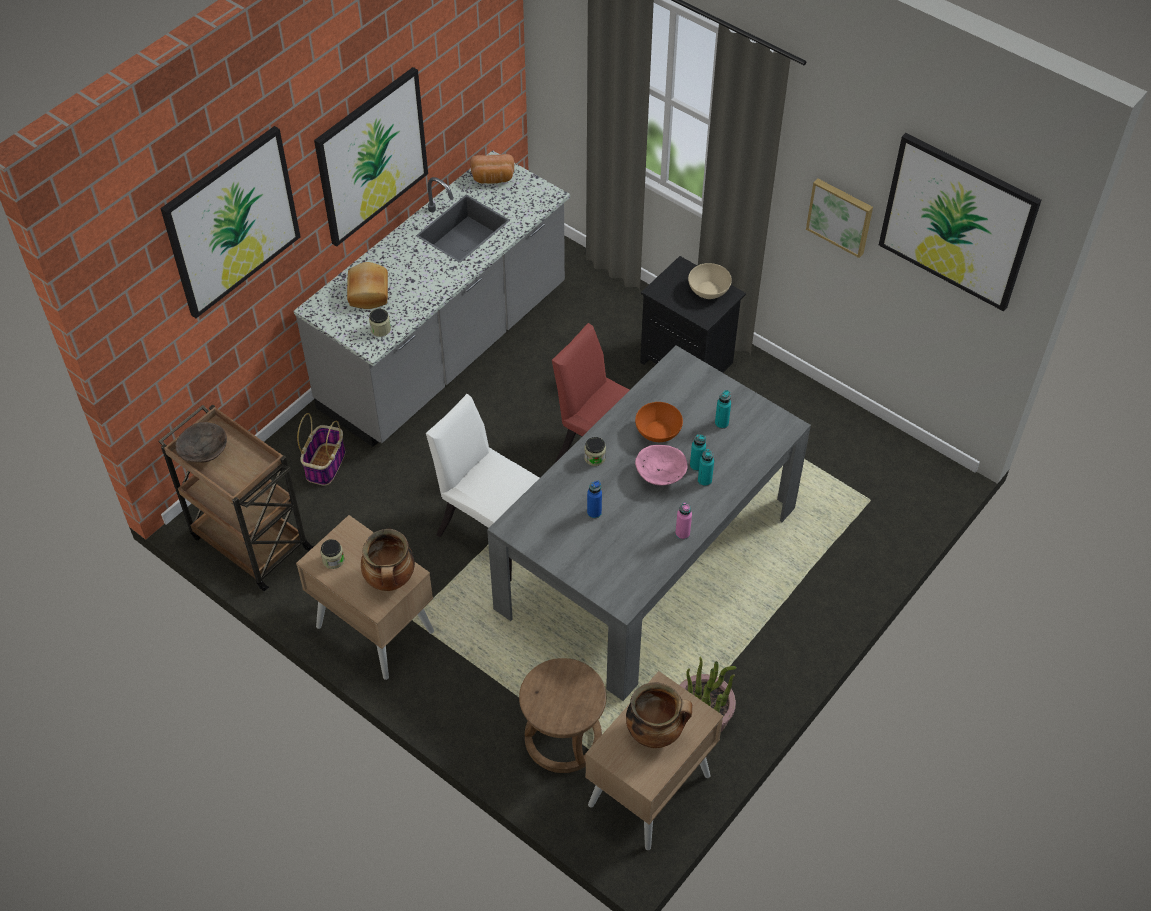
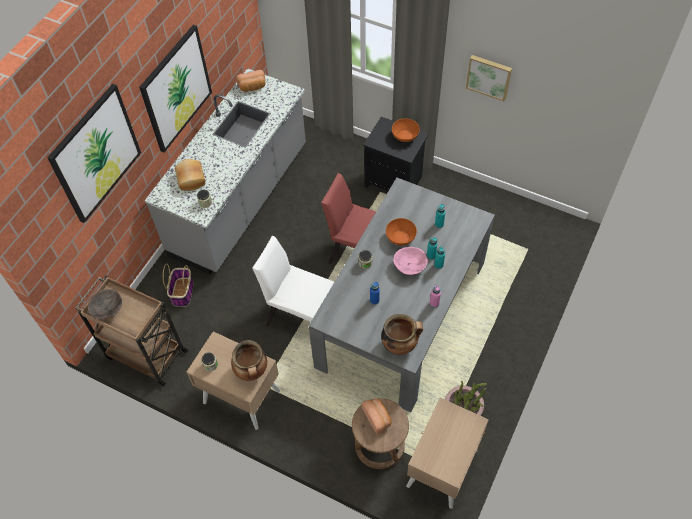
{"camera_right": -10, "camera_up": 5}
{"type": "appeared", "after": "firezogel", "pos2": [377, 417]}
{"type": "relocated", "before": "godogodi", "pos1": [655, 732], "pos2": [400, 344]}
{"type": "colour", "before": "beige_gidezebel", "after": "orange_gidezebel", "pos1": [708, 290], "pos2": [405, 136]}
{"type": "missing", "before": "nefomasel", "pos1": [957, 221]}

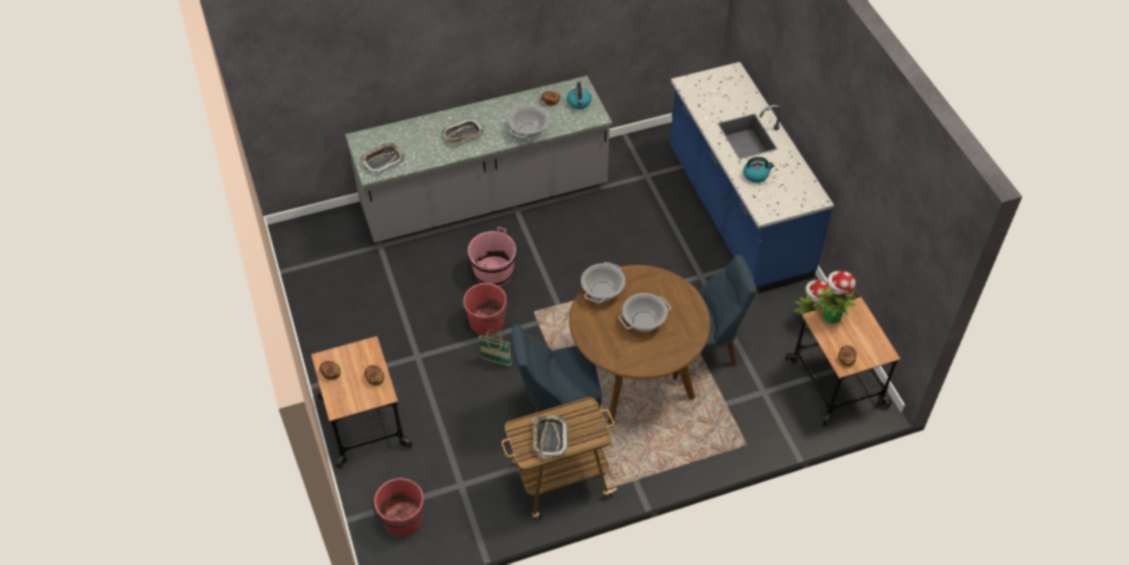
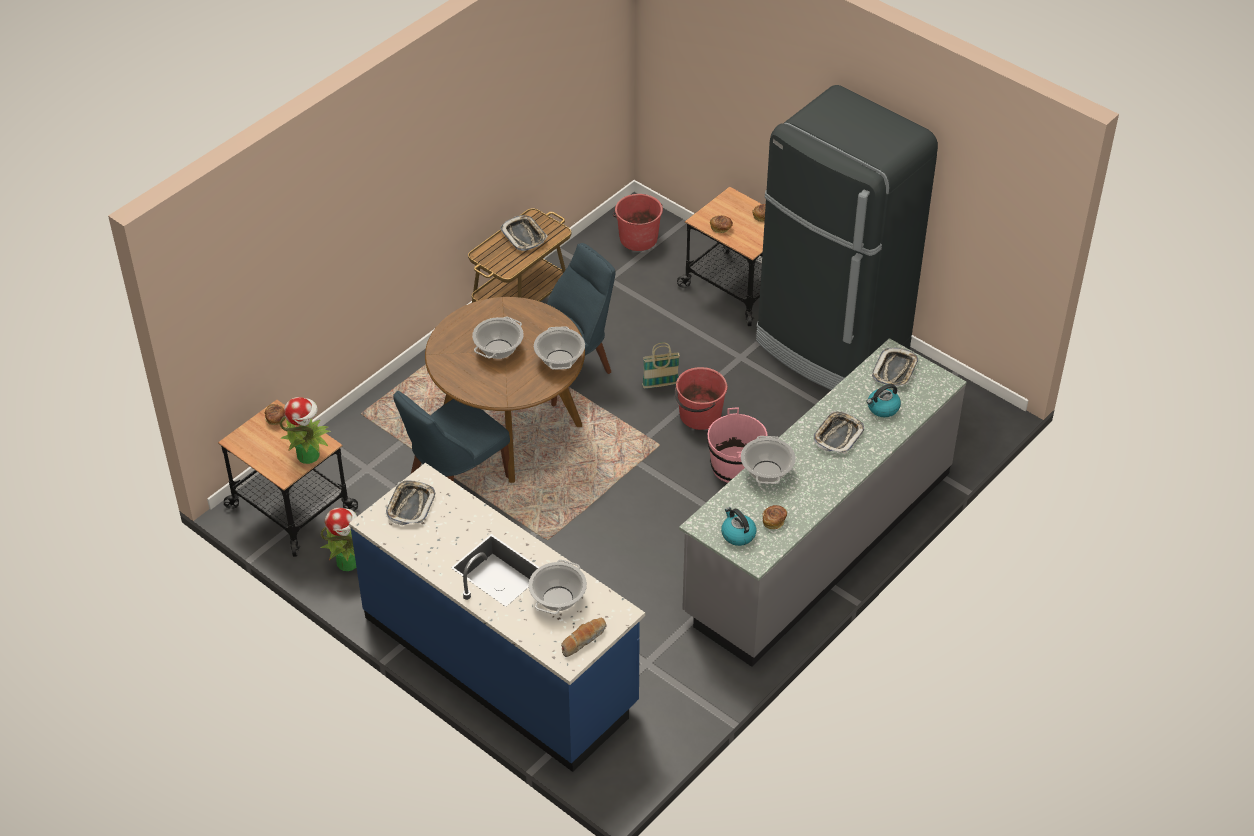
{"camera_right": 150, "camera_up": -5}
{"type": "appeared", "after": "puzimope", "pos2": [410, 505]}
{"type": "appeared", "after": "godogodi", "pos2": [558, 598]}
{"type": "appeared", "after": "firezogel", "pos2": [583, 640]}
{"type": "appeared", "after": "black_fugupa", "pos2": [831, 347]}
{"type": "relocated", "before": "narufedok", "pos1": [756, 175], "pos2": [882, 408]}

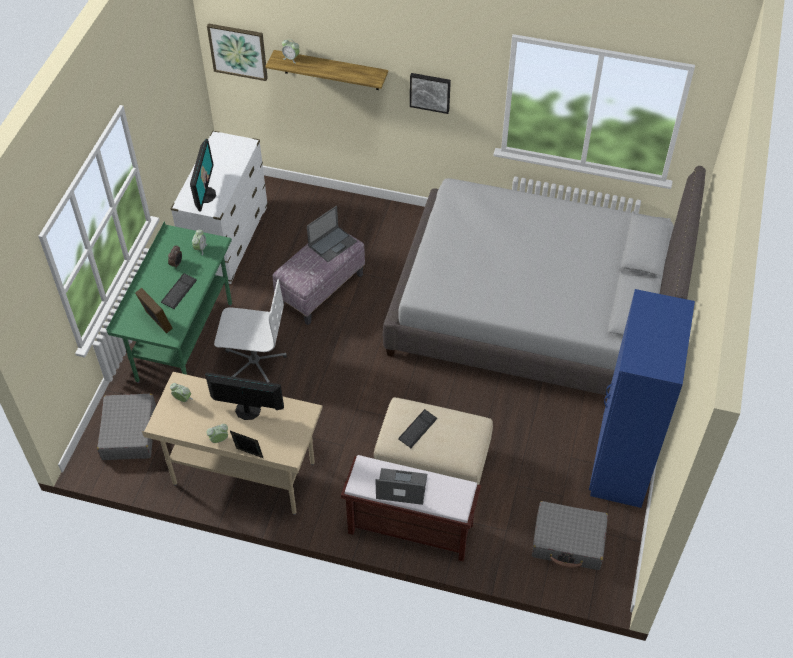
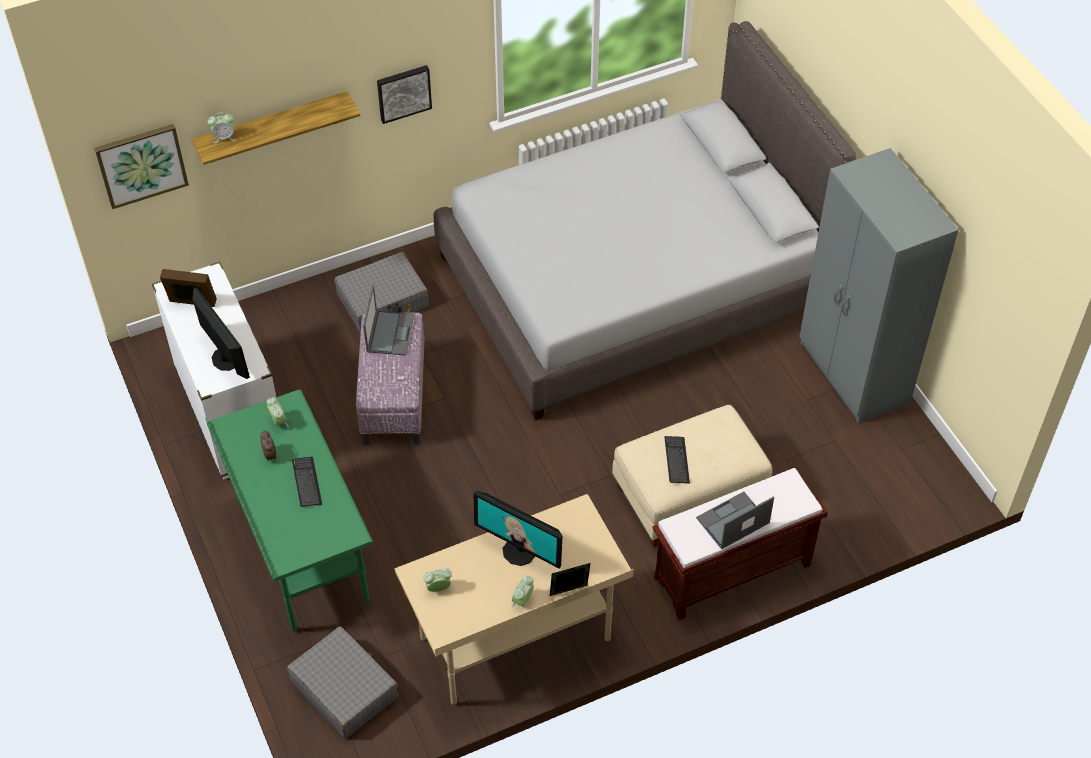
{"camera_right": -40, "camera_up": 0}
{"type": "relocated", "before": "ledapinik", "pos1": [157, 322], "pos2": [192, 303]}
{"type": "relocated", "before": "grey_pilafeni", "pos1": [568, 541], "pos2": [383, 301]}
{"type": "spun", "before": "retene", "pos1": [247, 411], "pos2": [519, 551], "turn": -120}
{"type": "colour", "before": "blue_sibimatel", "after": "grey_sibimatel", "pos1": [620, 463], "pos2": [853, 374]}
{"type": "missing", "before": "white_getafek", "pos1": [254, 361]}

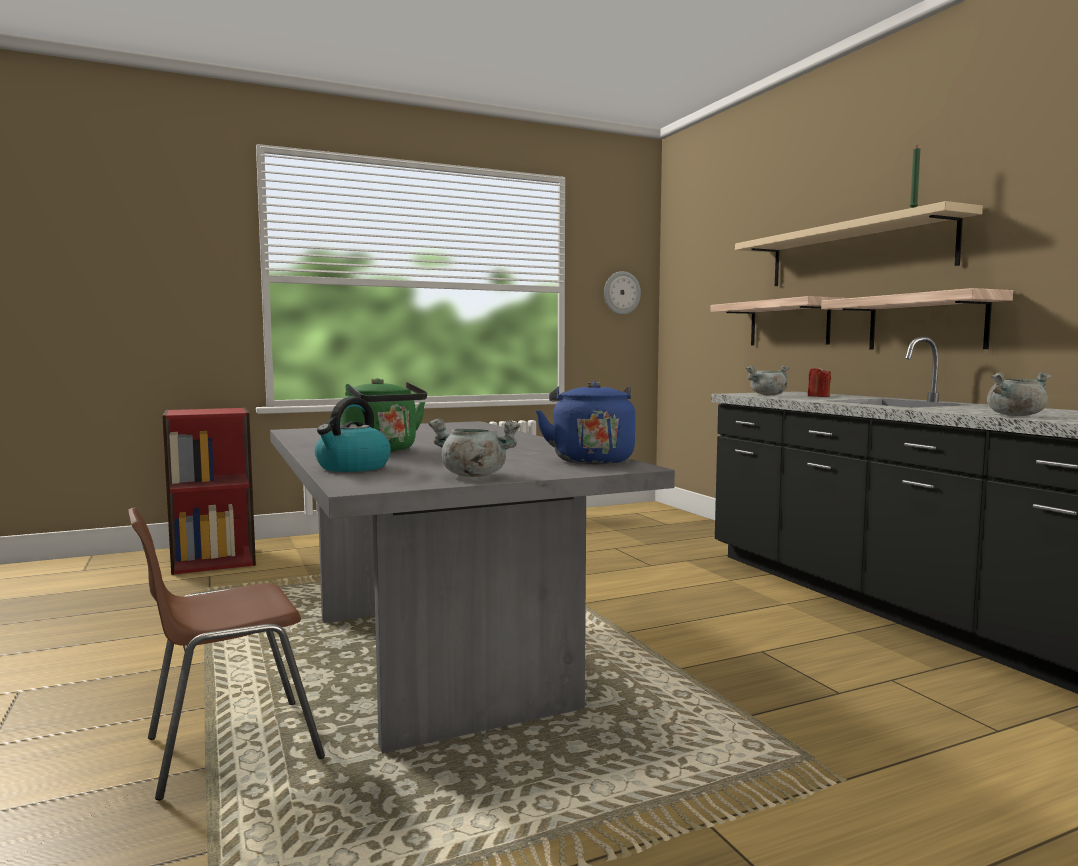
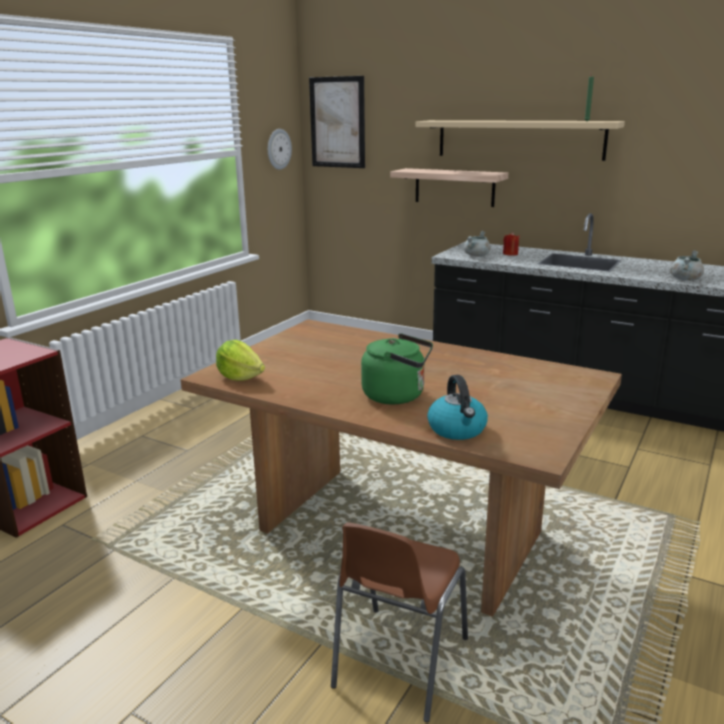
{"camera_right": -35, "camera_up": 15}
{"type": "colour", "before": "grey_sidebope", "after": "brown_sidebope", "pos1": [432, 658], "pos2": [397, 532]}
{"type": "appeared", "after": "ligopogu", "pos2": [240, 377]}
{"type": "appeared", "after": "nefomasel", "pos2": [337, 122]}
{"type": "missing", "before": "grey_godogodi", "pos1": [473, 475]}
{"type": "missing", "before": "blue_narufedok", "pos1": [590, 460]}
{"type": "missing", "before": "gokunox", "pos1": [926, 323]}

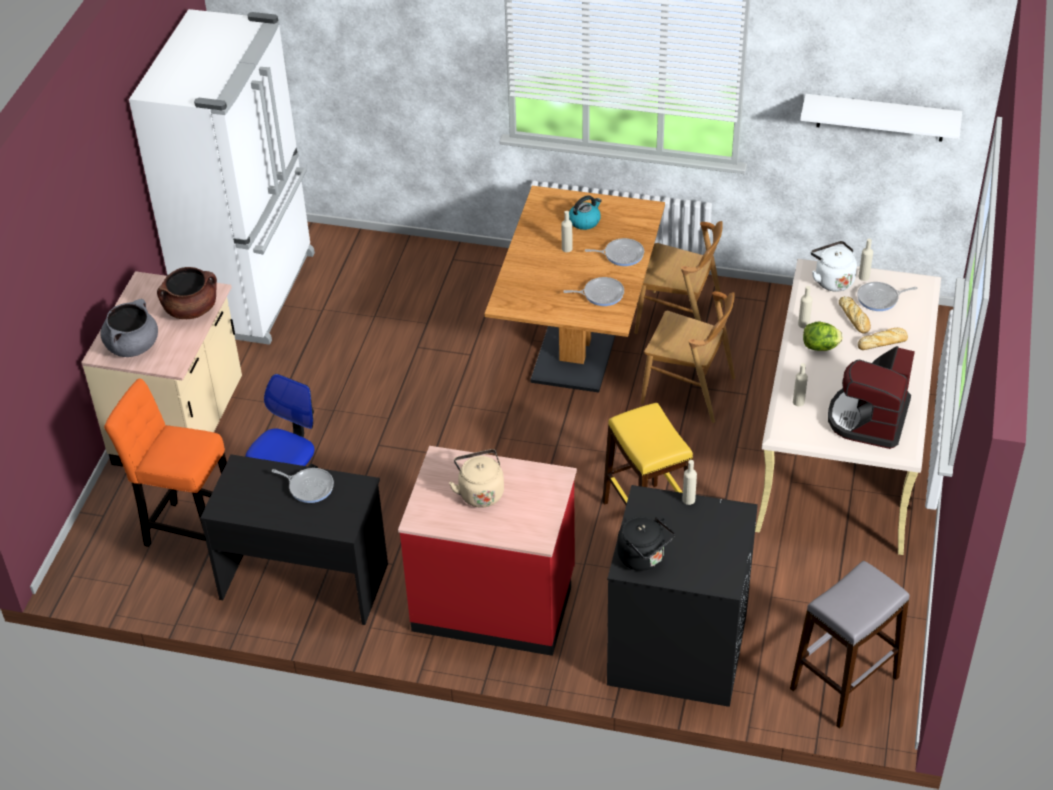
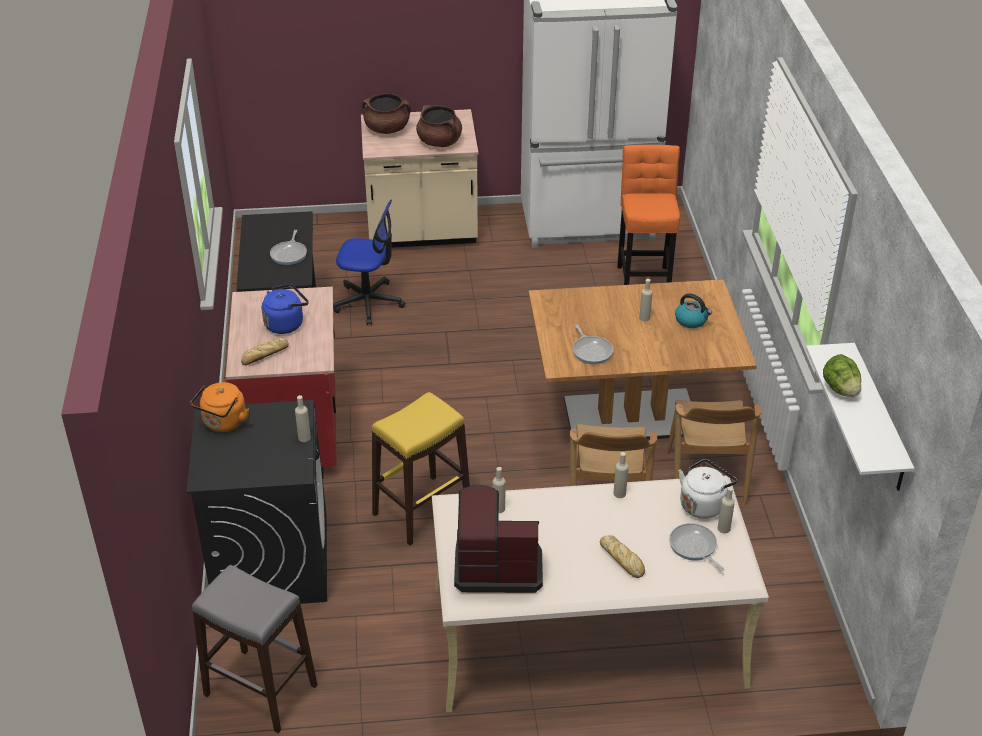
{"camera_right": 70, "camera_up": -5}
{"type": "colour", "before": "black_narufedok", "after": "orange_narufedok", "pos1": [643, 558], "pos2": [223, 423]}
{"type": "relocated", "before": "firezogel", "pos1": [854, 318], "pos2": [264, 355]}
{"type": "colour", "before": "beige_narufedok", "after": "blue_narufedok", "pos1": [480, 492], "pos2": [286, 323]}
{"type": "colour", "before": "grey_godogodi", "after": "brown_godogodi", "pos1": [133, 346], "pos2": [387, 129]}
{"type": "relocated", "before": "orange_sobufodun", "pos1": [188, 531], "pos2": [644, 282]}
{"type": "relocated", "before": "ligopogu", "pos1": [820, 347], "pos2": [840, 389]}
{"type": "missing", "before": "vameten", "pos1": [621, 254]}

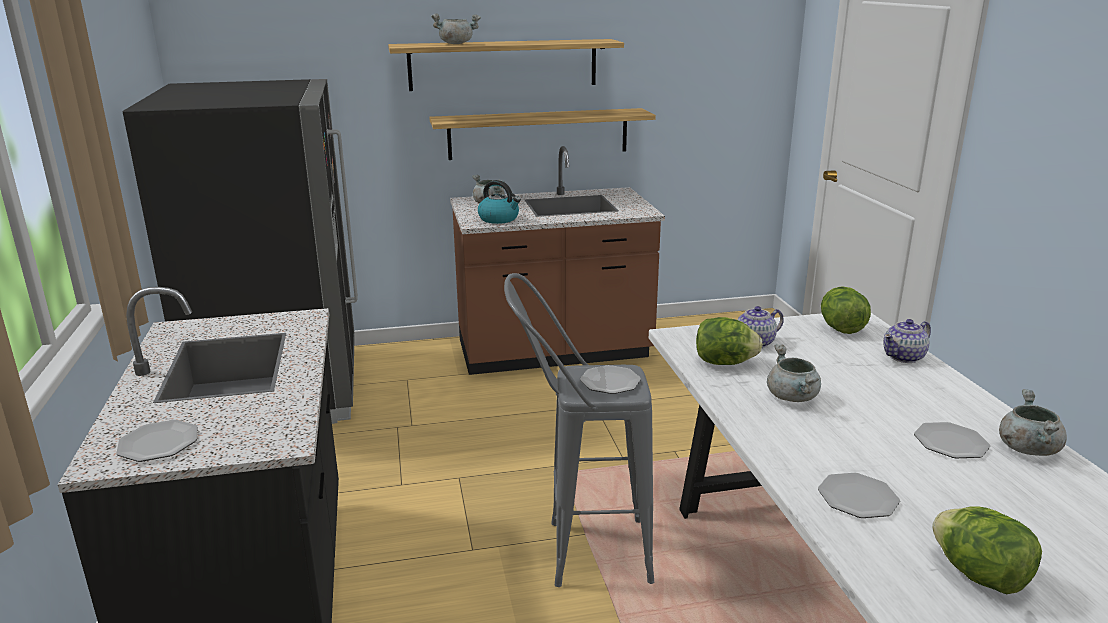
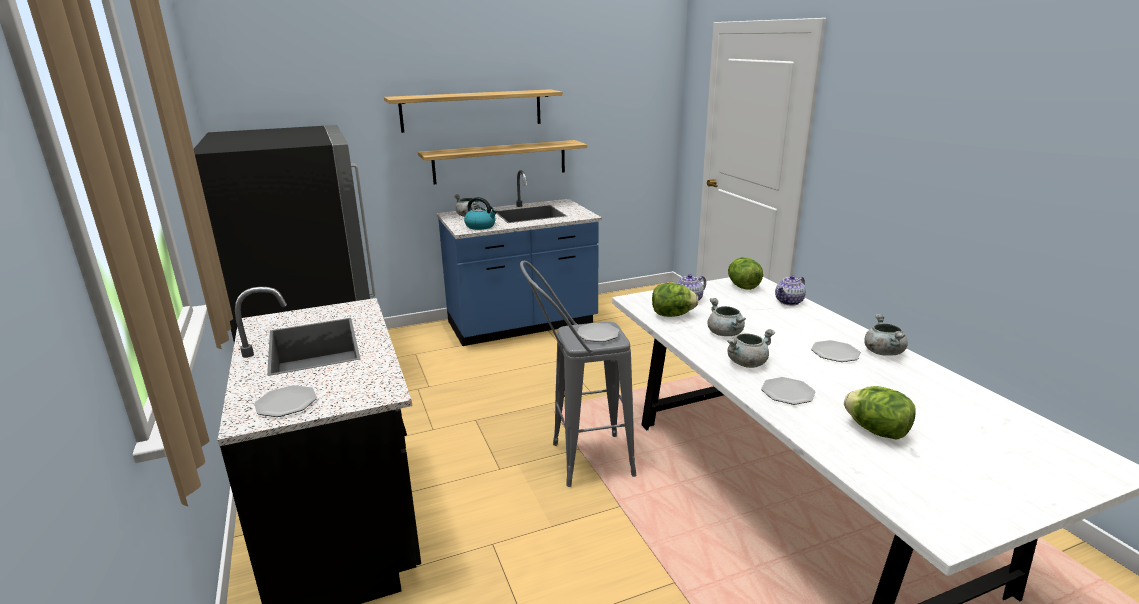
{"camera_right": -10, "camera_up": 0}
{"type": "colour", "before": "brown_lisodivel", "after": "blue_lisodivel", "pos1": [554, 352], "pos2": [522, 324]}
{"type": "relocated", "before": "grey_godogodi", "pos1": [456, 44], "pos2": [747, 363]}

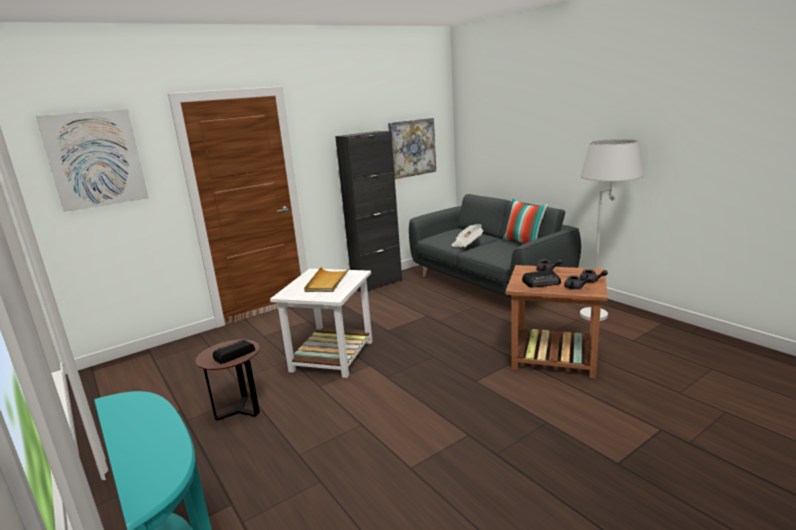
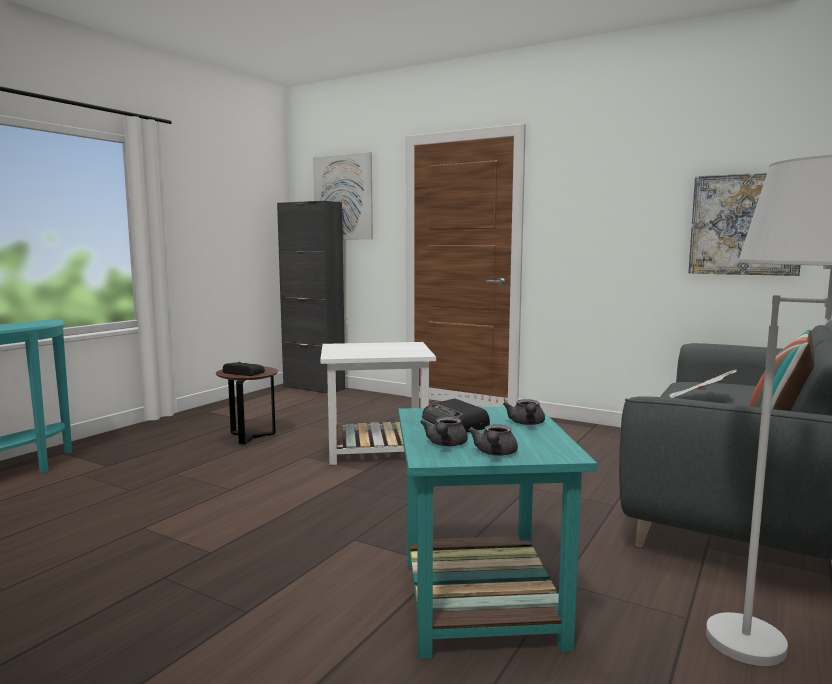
{"camera_right": 65, "camera_up": -10}
{"type": "relocated", "before": "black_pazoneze", "pos1": [377, 284], "pos2": [314, 388]}
{"type": "colour", "before": "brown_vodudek", "after": "turquoise_vodudek", "pos1": [555, 357], "pos2": [481, 603]}
{"type": "missing", "before": "beige_puzimope", "pos1": [327, 281]}

